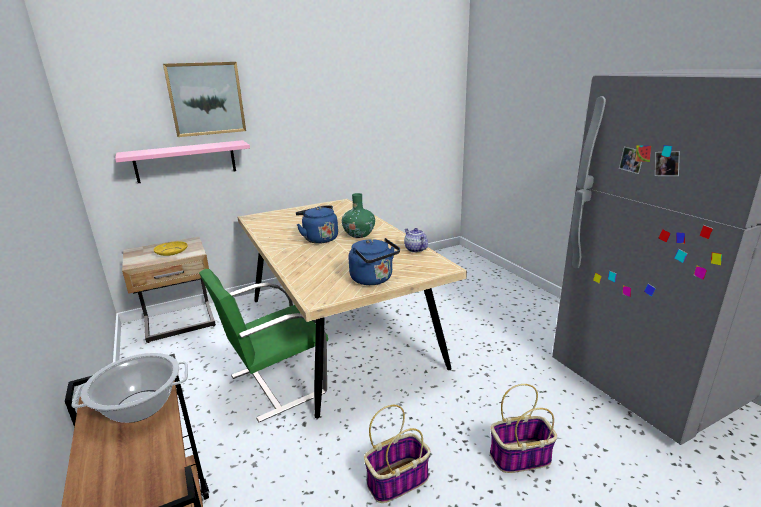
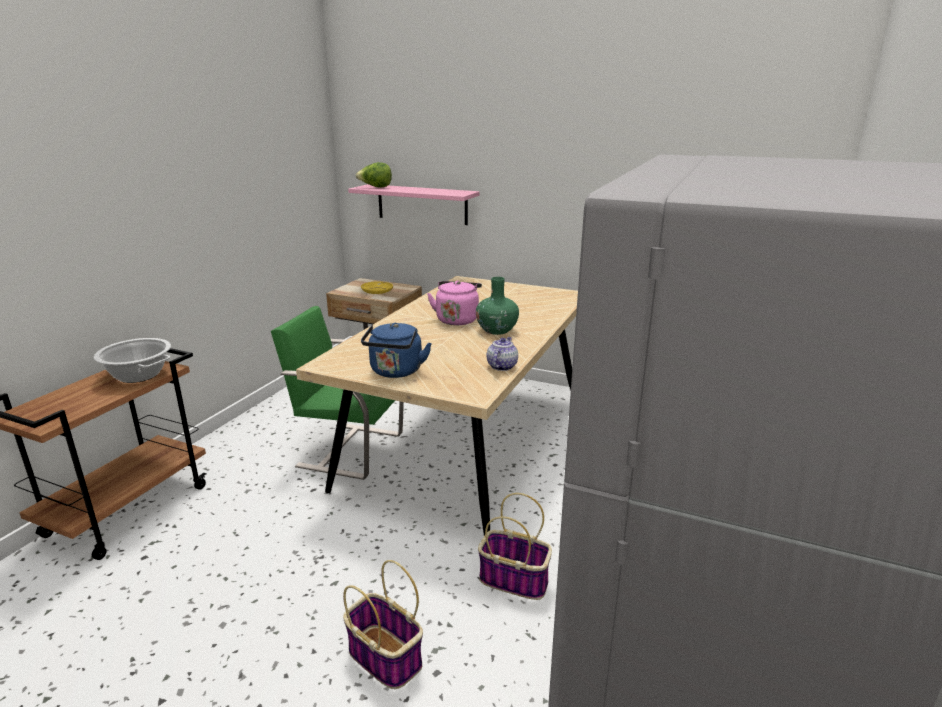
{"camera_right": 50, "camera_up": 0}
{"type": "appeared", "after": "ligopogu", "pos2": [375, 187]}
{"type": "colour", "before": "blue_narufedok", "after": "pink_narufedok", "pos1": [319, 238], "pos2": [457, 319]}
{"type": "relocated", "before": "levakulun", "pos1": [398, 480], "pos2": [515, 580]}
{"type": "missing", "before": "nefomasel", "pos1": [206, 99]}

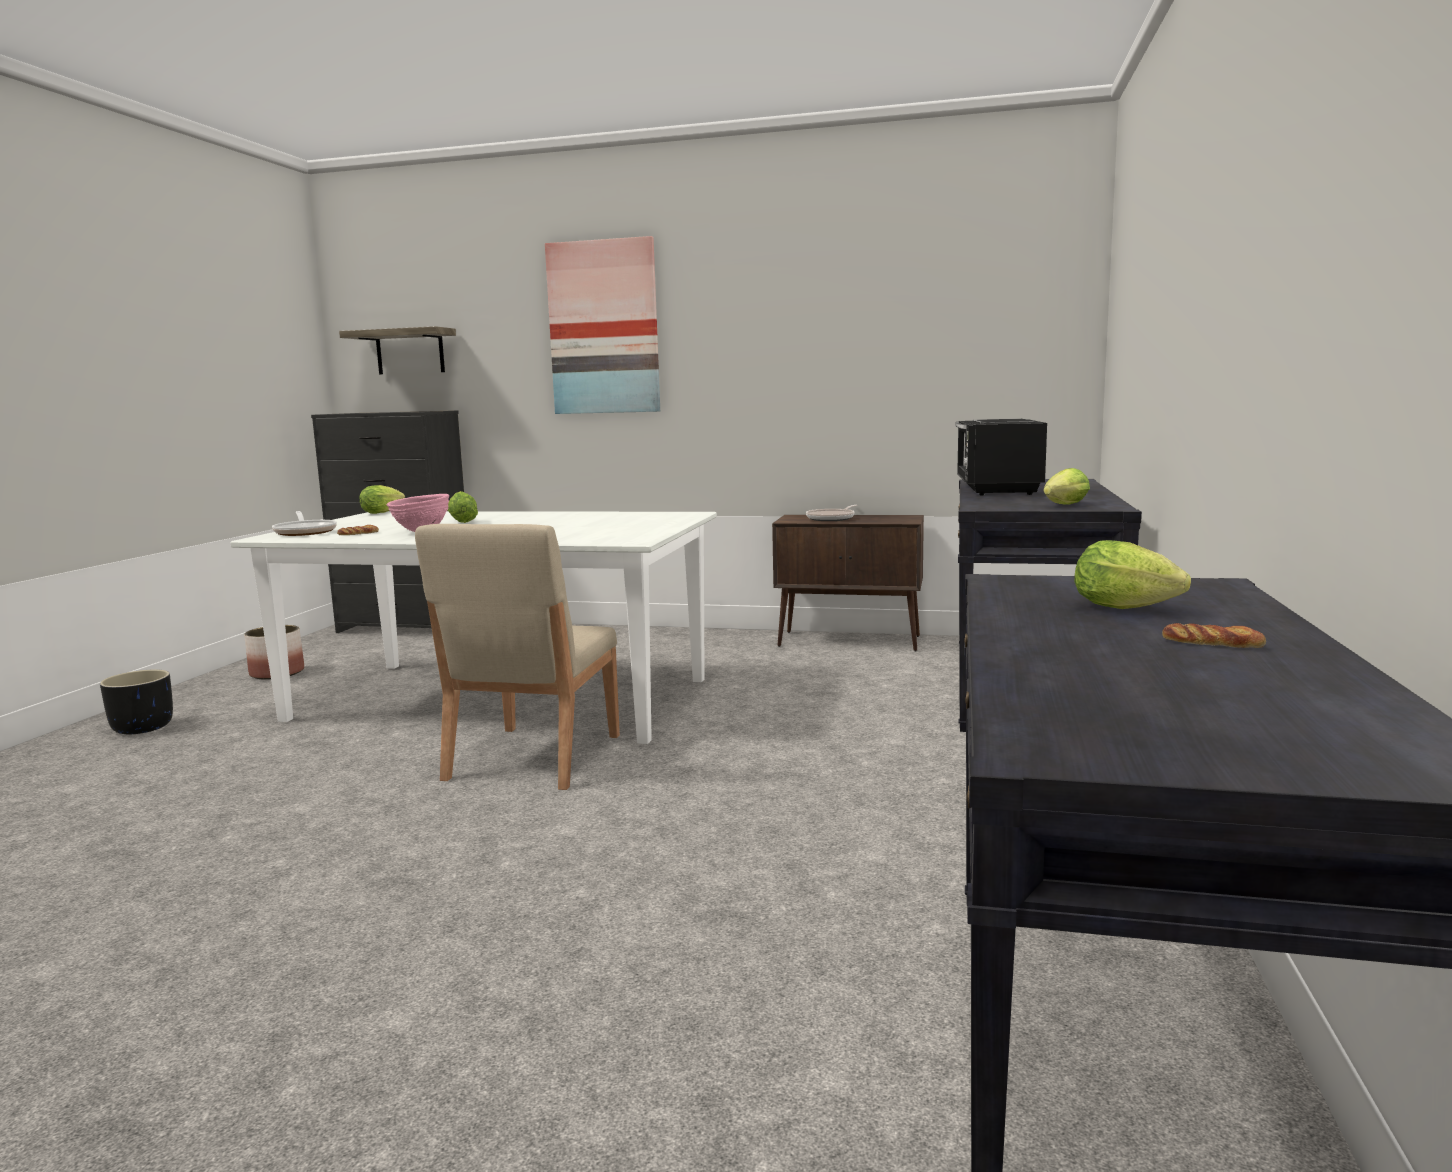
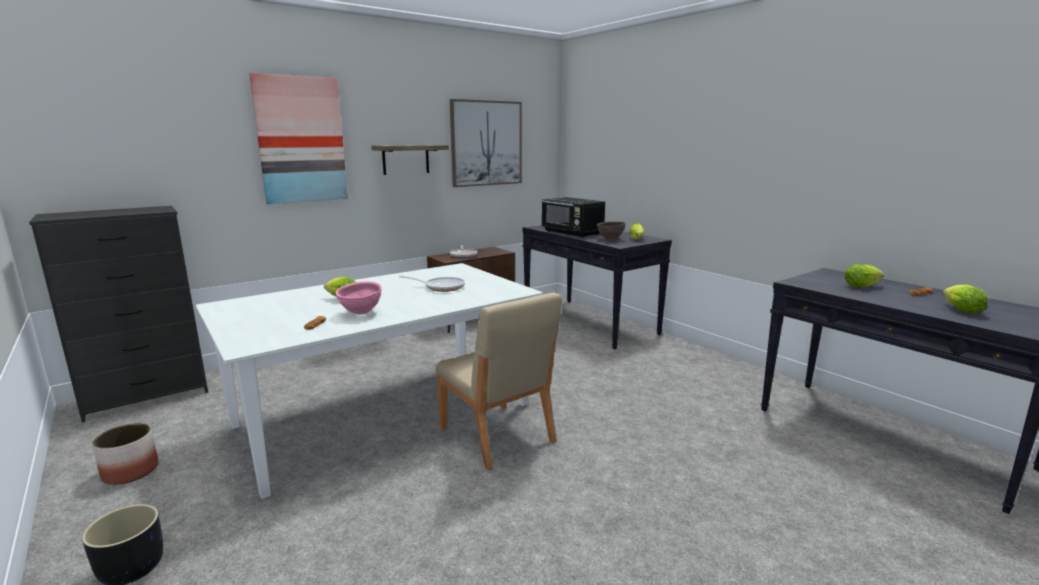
{"camera_right": -50, "camera_up": 5}
{"type": "relocated", "before": "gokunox", "pos1": [410, 352], "pos2": [405, 159]}
{"type": "relocated", "before": "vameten", "pos1": [305, 532], "pos2": [441, 287]}
{"type": "appeared", "after": "nefomasel", "pos2": [486, 143]}
{"type": "appeared", "after": "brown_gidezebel", "pos2": [610, 239]}
{"type": "relocated", "before": "ligopogu", "pos1": [384, 512], "pos2": [959, 309]}

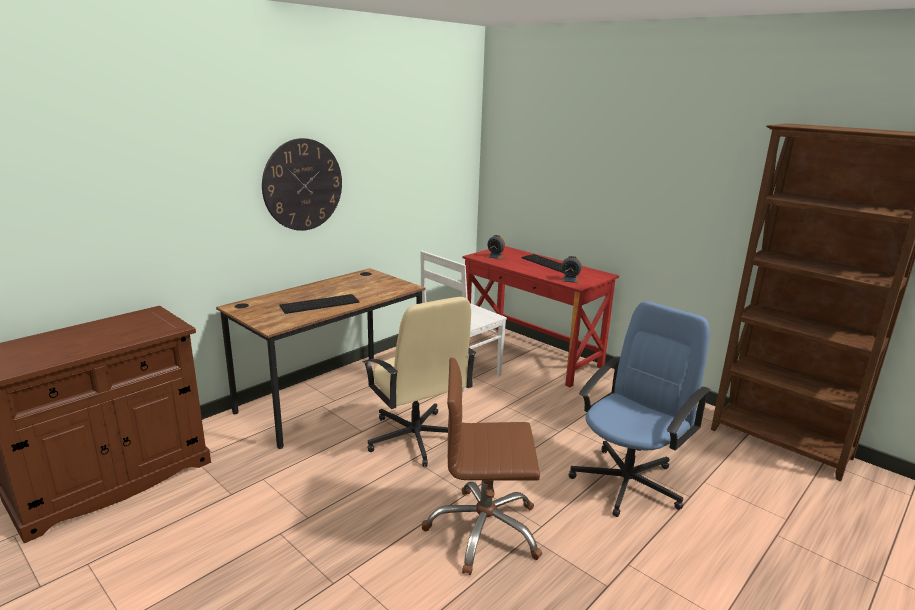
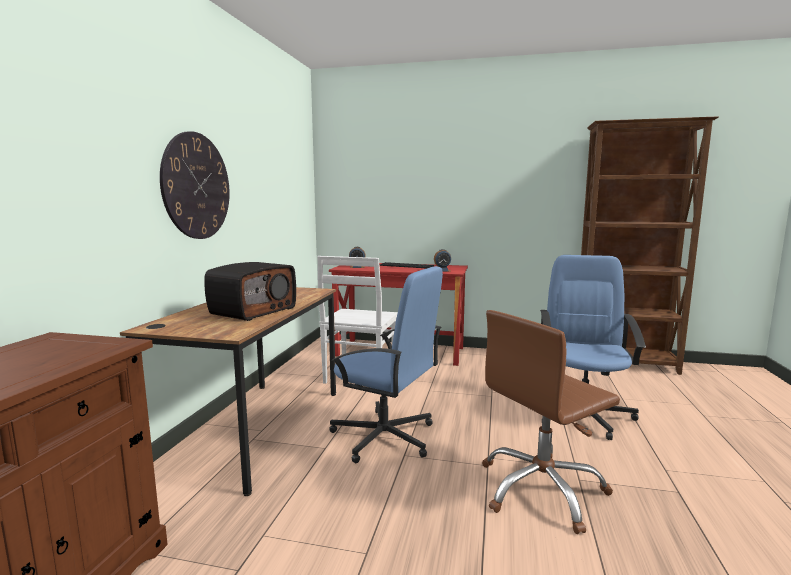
{"camera_right": -30, "camera_up": -10}
{"type": "exchanged", "before": "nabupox", "after": "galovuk", "pos1": [320, 303], "pos2": [253, 311]}
{"type": "colour", "before": "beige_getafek", "after": "blue_getafek", "pos1": [415, 438], "pos2": [385, 437]}

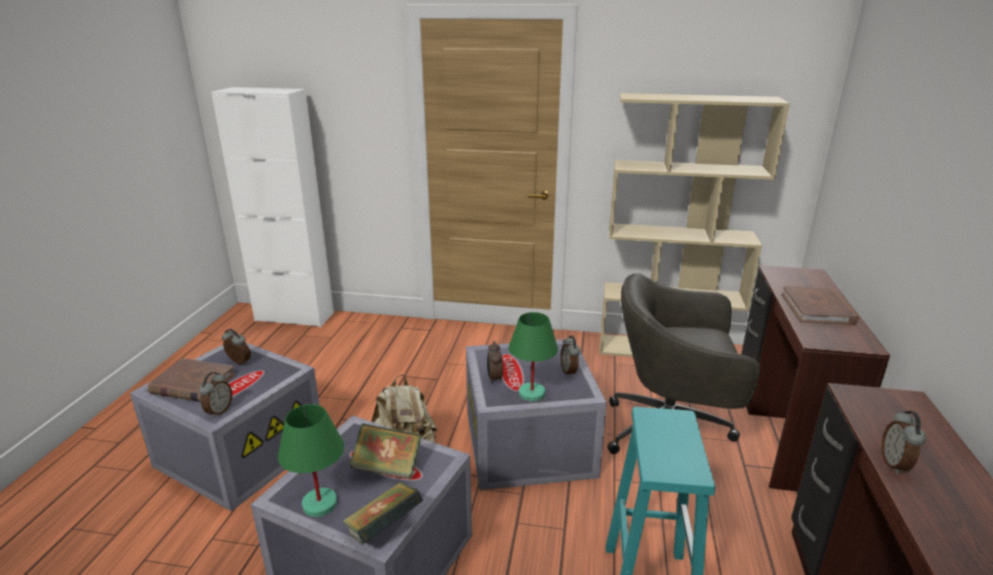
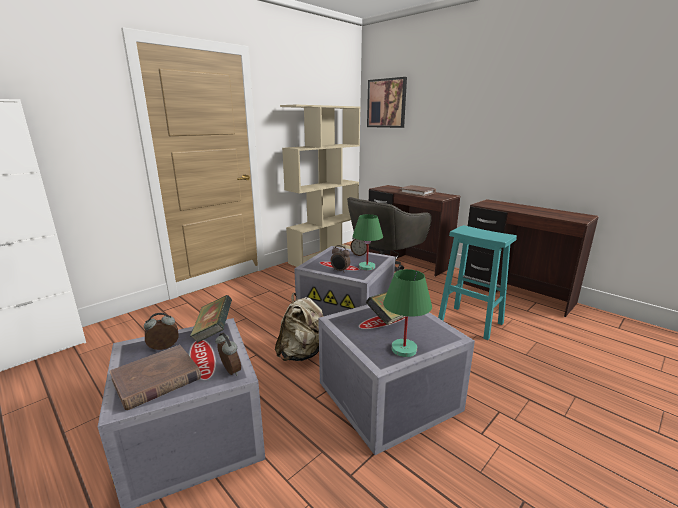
{"camera_right": -55, "camera_up": -5}
{"type": "relocated", "before": "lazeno", "pos1": [384, 529], "pos2": [213, 331]}
{"type": "appeared", "after": "nefomasel", "pos2": [386, 103]}
{"type": "missing", "before": "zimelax", "pos1": [895, 464]}

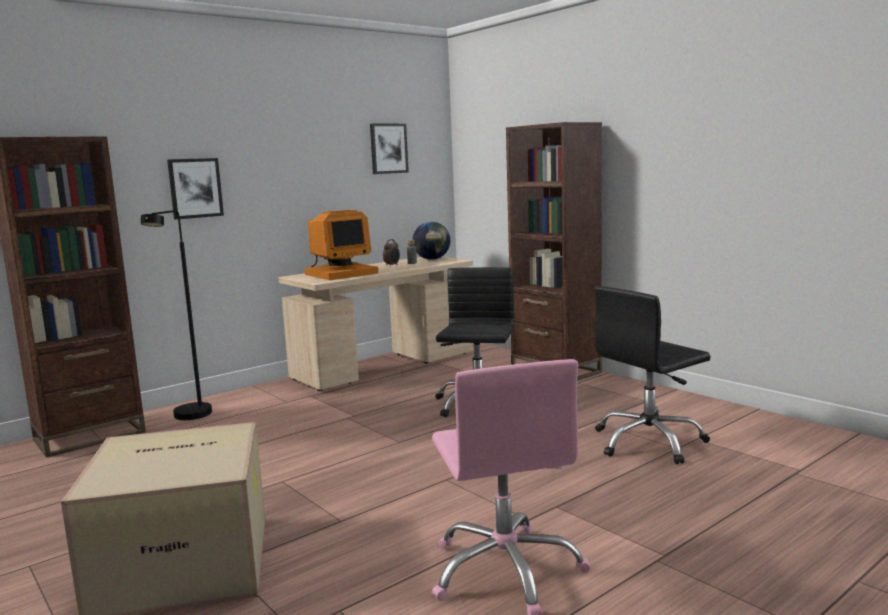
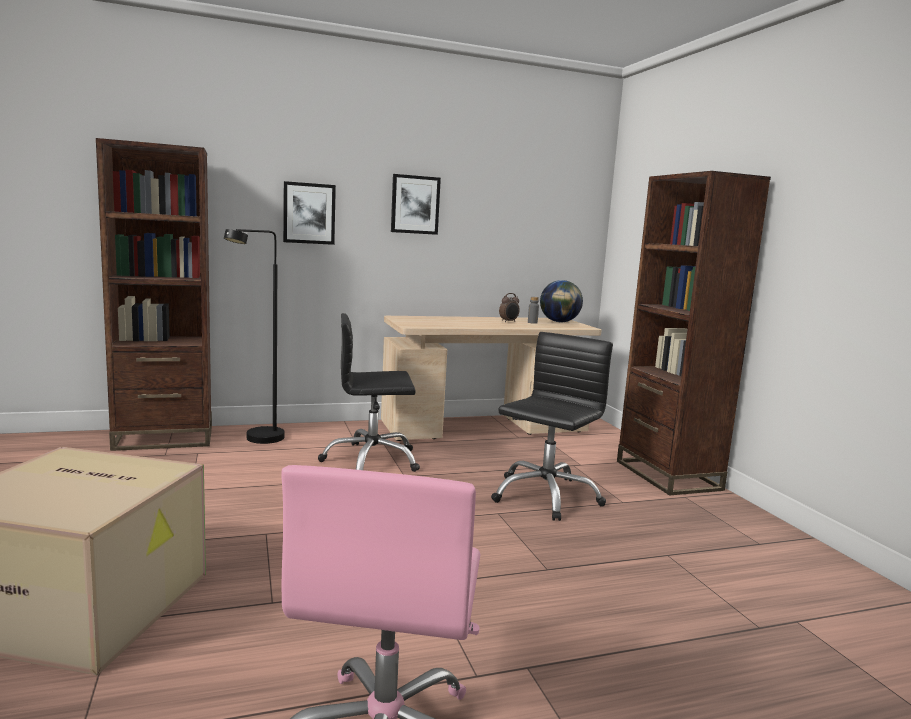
{"camera_right": 20, "camera_up": 0}
{"type": "relocated", "before": "black_getafek", "pos1": [649, 442], "pos2": [371, 460]}
{"type": "relocated", "before": "nefomasel", "pos1": [388, 148], "pos2": [415, 204]}
{"type": "missing", "before": "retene", "pos1": [340, 273]}

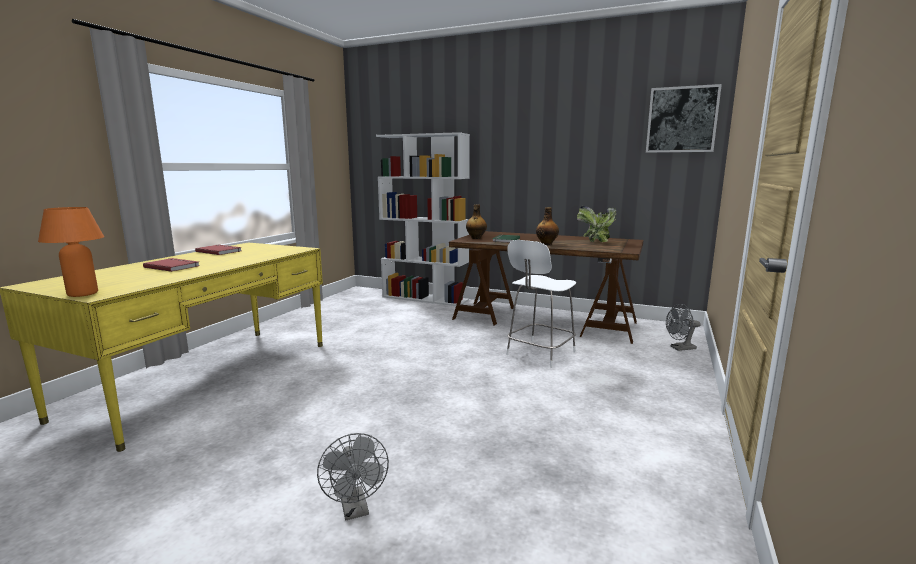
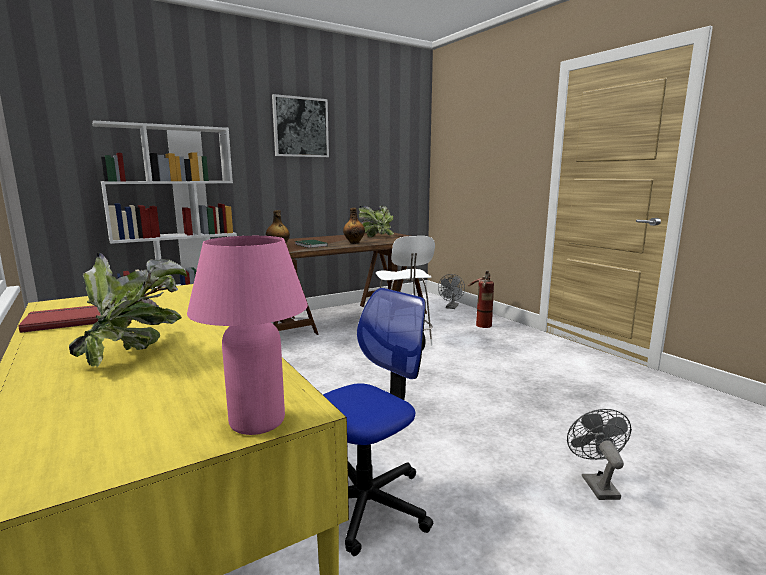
{"camera_right": -55, "camera_up": 0}
{"type": "exchanged", "before": "red_lazeno", "after": "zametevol", "pos1": [173, 266], "pos2": [135, 352]}
{"type": "colour", "before": "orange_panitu", "after": "pink_panitu", "pos1": [82, 294], "pos2": [257, 422]}
{"type": "relocated", "before": "nefomasel", "pos1": [681, 120], "pos2": [300, 127]}
{"type": "appeared", "after": "getafek", "pos2": [367, 504]}
{"type": "appeared", "after": "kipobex", "pos2": [482, 323]}
{"type": "spun", "before": "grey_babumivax", "pos1": [356, 510], "pos2": [596, 483], "turn": -105}

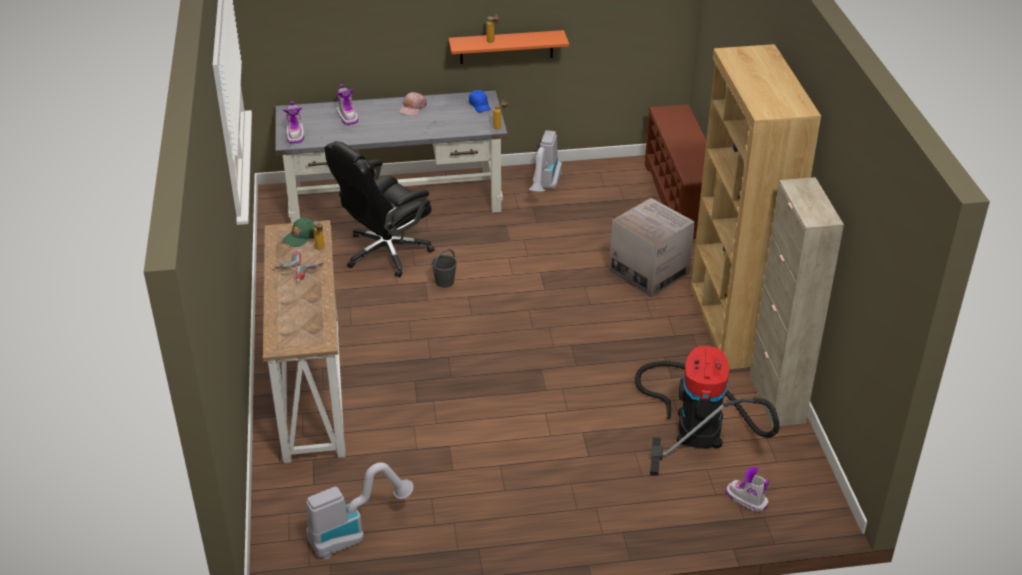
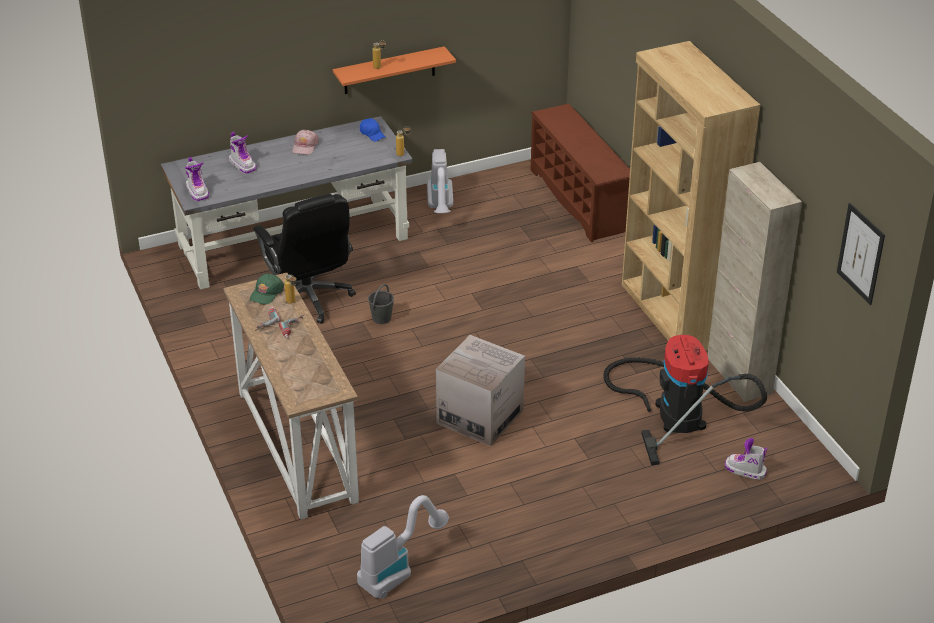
{"camera_right": -15, "camera_up": 0}
{"type": "spun", "before": "black_getafek", "pos1": [385, 252], "pos2": [308, 298], "turn": -60}
{"type": "relocated", "before": "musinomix", "pos1": [649, 272], "pos2": [480, 416]}
{"type": "appeared", "after": "nefomasel", "pos2": [860, 253]}

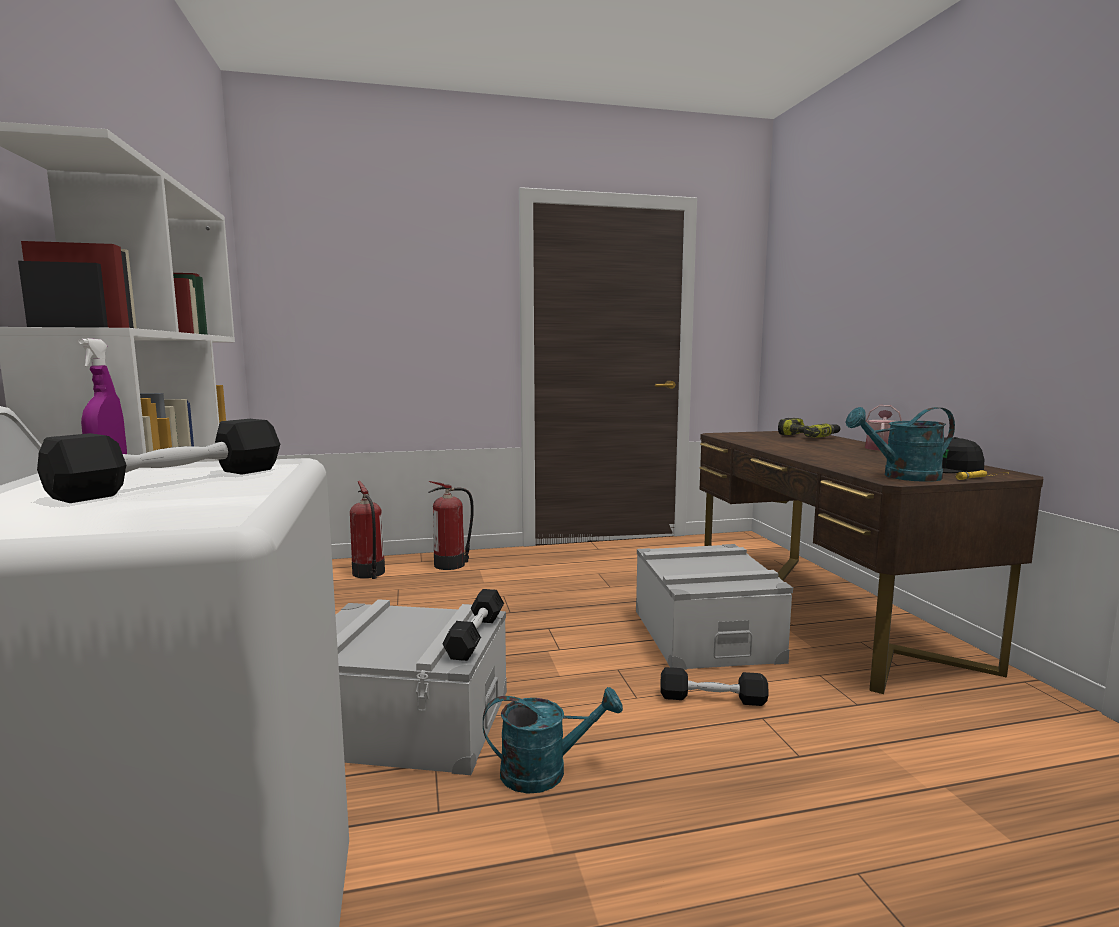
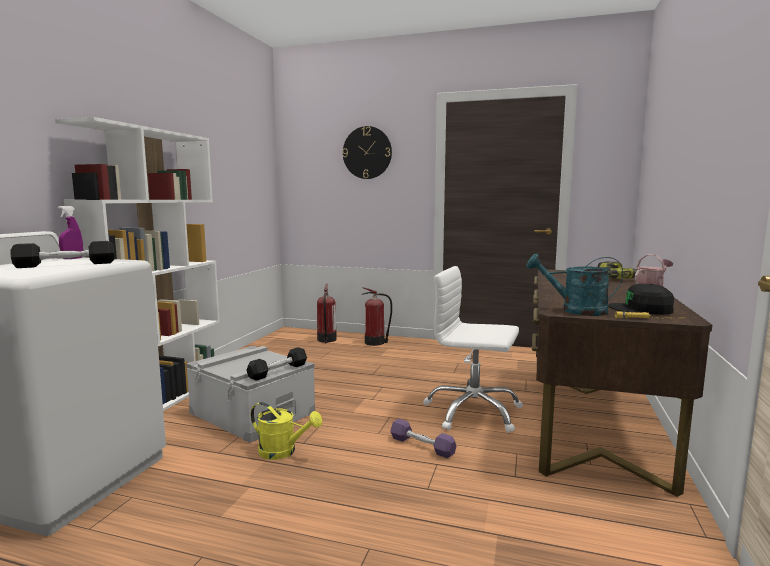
{"camera_right": 30, "camera_up": 0}
{"type": "colour", "before": "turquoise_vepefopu", "after": "yellow_vepefopu", "pos1": [545, 771], "pos2": [283, 452]}
{"type": "appeared", "after": "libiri", "pos2": [367, 152]}
{"type": "colour", "before": "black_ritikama", "after": "purple_ritikama", "pos1": [712, 698], "pos2": [422, 446]}
{"type": "exchanged", "before": "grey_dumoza", "after": "white_getafek", "pos1": [704, 635], "pos2": [473, 412]}

